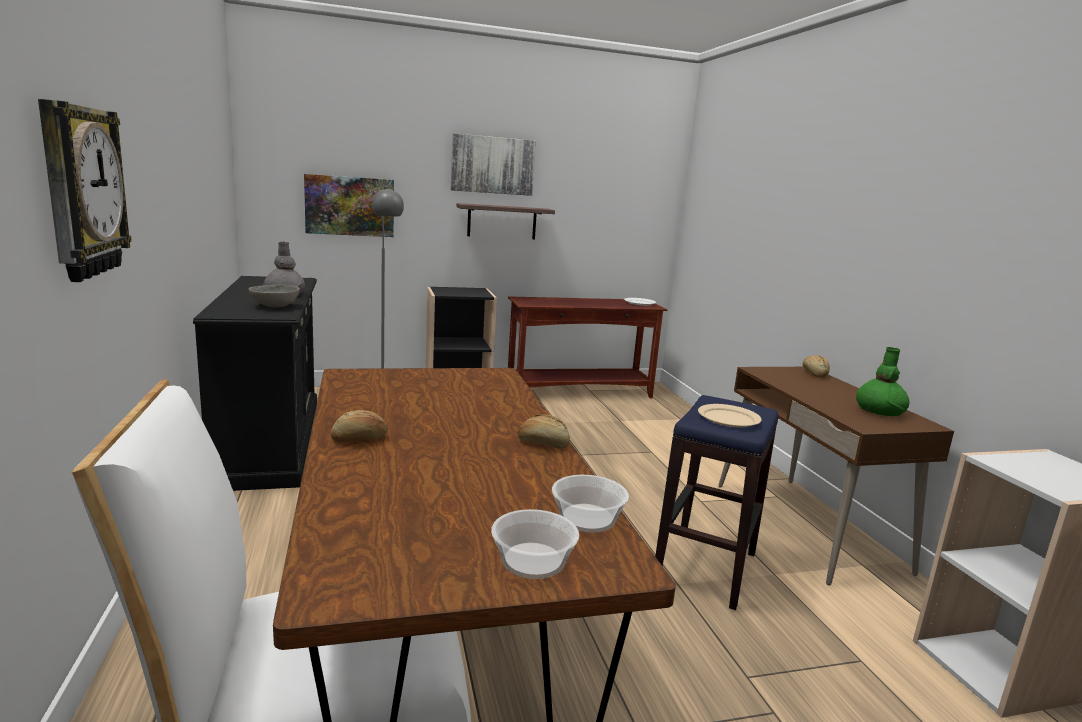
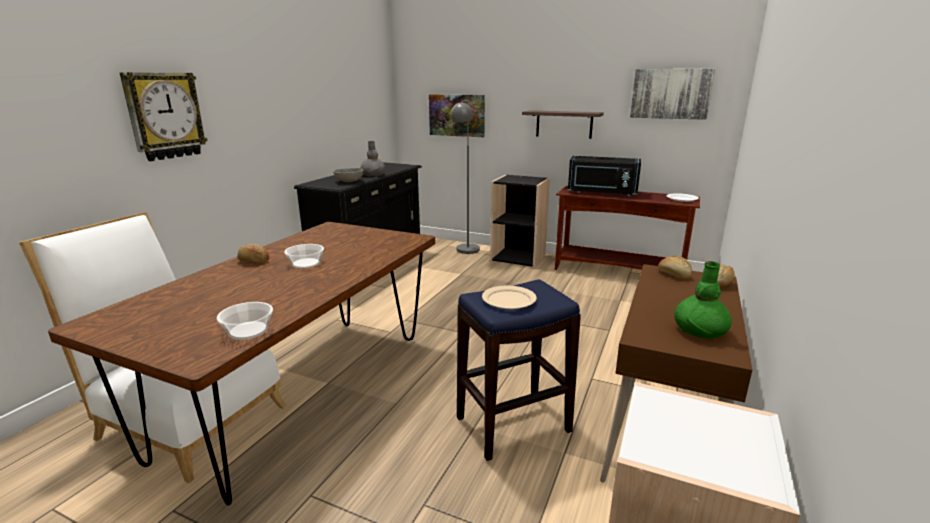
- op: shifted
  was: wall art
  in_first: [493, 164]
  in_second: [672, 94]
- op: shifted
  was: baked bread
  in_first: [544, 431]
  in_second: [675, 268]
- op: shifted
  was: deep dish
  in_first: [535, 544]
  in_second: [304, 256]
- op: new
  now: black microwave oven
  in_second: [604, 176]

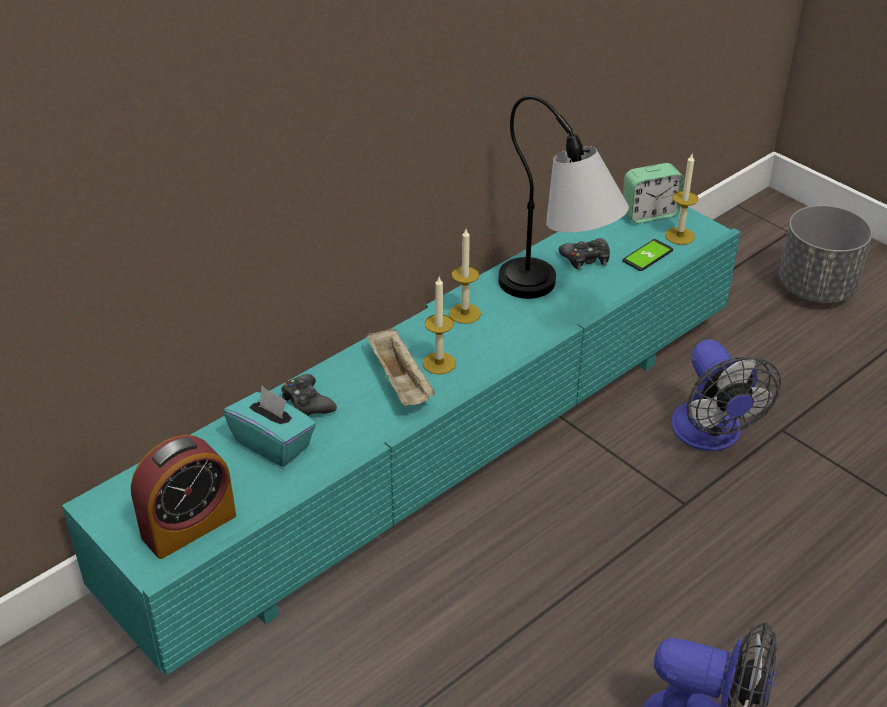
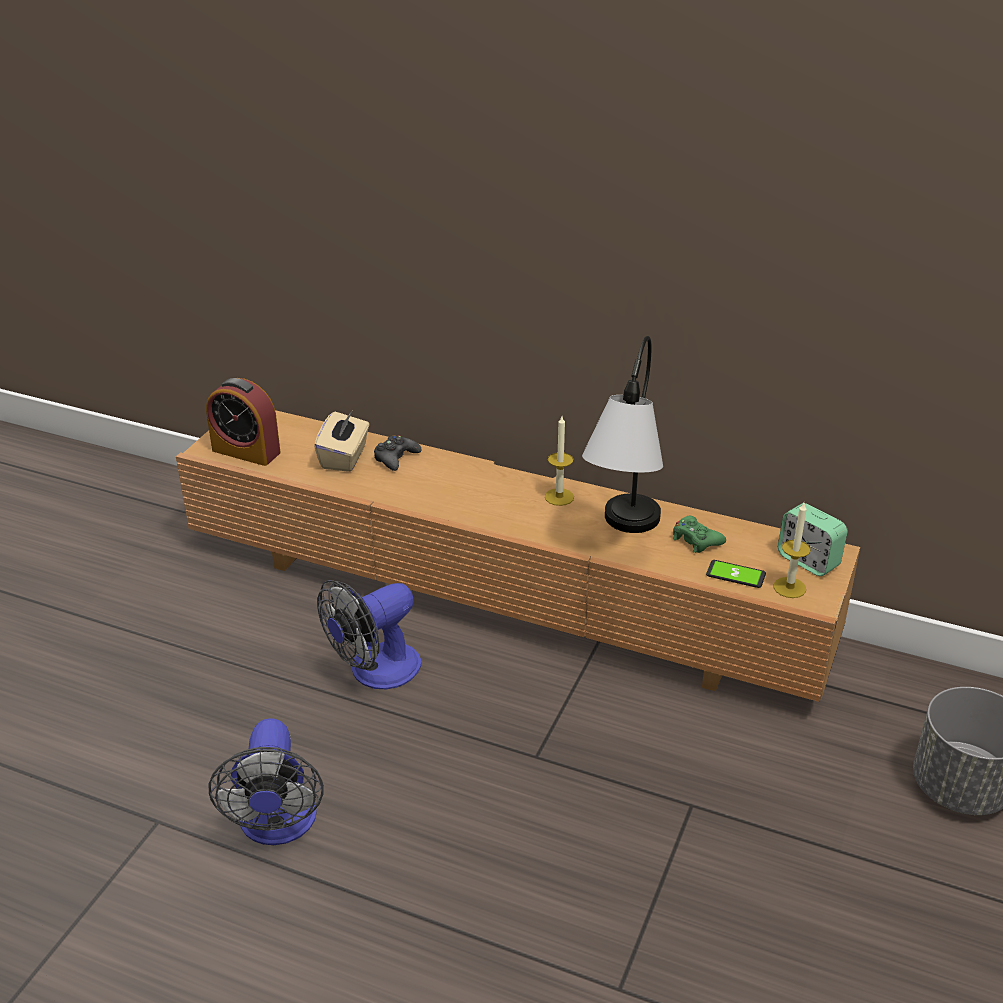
- op: repainted
  was: turquoise tv unit
  now: brown-coloured tv unit
  in_first: [401, 441]
  in_second: [518, 556]
- op: repainted
  was: black gamepad
  now: greenish gamepad
  in_first: [584, 254]
  in_second: [699, 534]
- op: gone
  was: wax candle
  in_first: [439, 325]
- op: gone
  was: sand-coloured tray
  in_first: [401, 367]
- op: shifted
  was: electric fan
  in_first: [726, 395]
  in_second: [369, 634]
- op: repainted
  was: turquoise tissue holder
  now: sand-coloured tissue holder
  in_first: [270, 426]
  in_second: [342, 441]

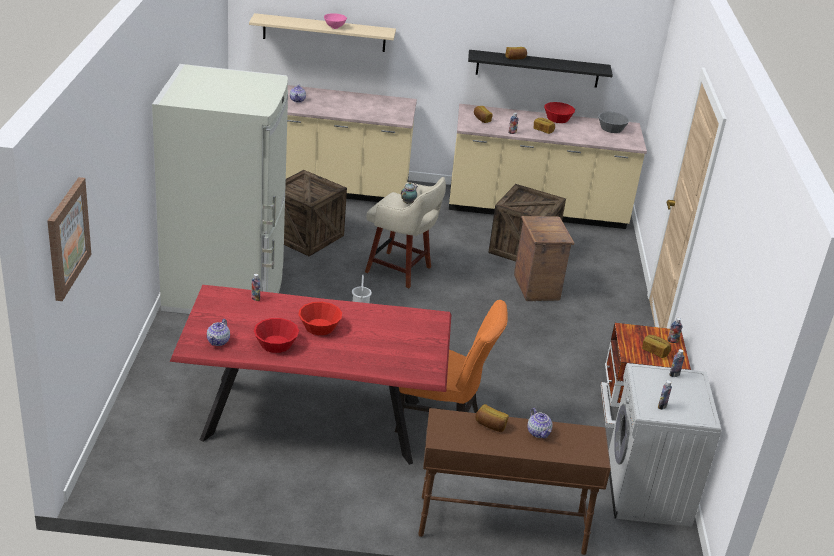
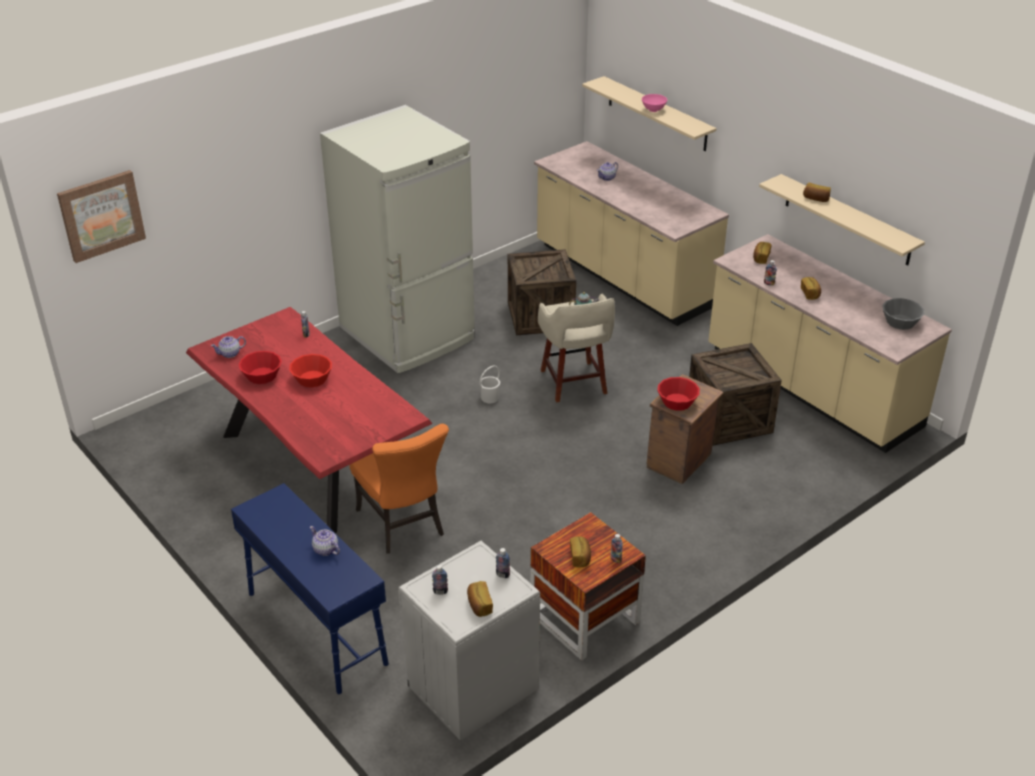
- op: repainted
  was: black bracket shelf
  now: sand-coloured bracket shelf
  in_first: [540, 69]
  in_second: [842, 220]
- op: shifted
  was: red-coloured deep dish
  in_first: [559, 112]
  in_second: [678, 394]
- op: shifted
  was: baked bread
  in_first: [492, 418]
  in_second: [480, 599]
- op: repainted
  was: brown-coloured narrow table
  now: blue narrow table
  in_first: [514, 481]
  in_second: [310, 588]
- op: rotated
  was: teapot
  in_first: [540, 423]
  in_second: [325, 541]
  clockwise: 105

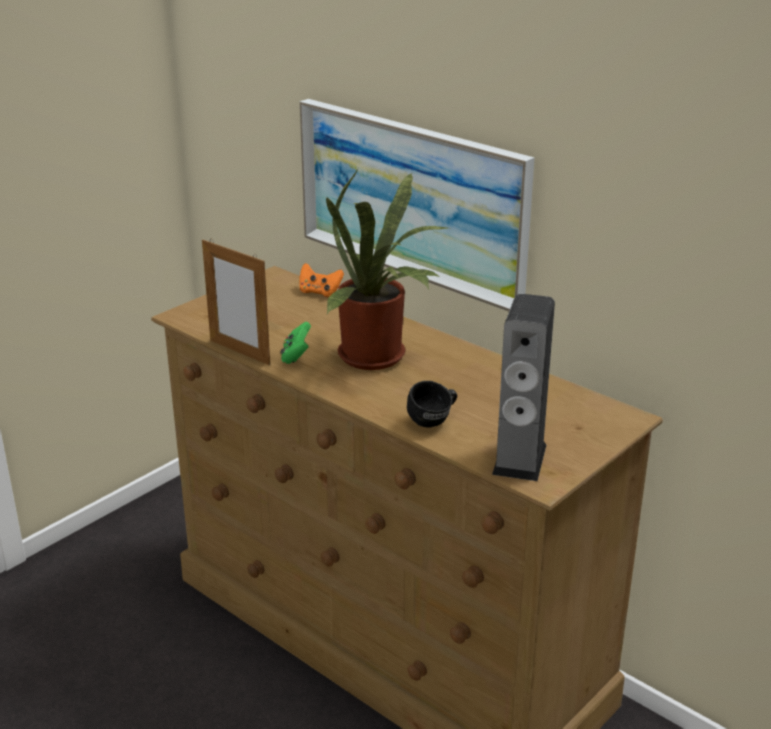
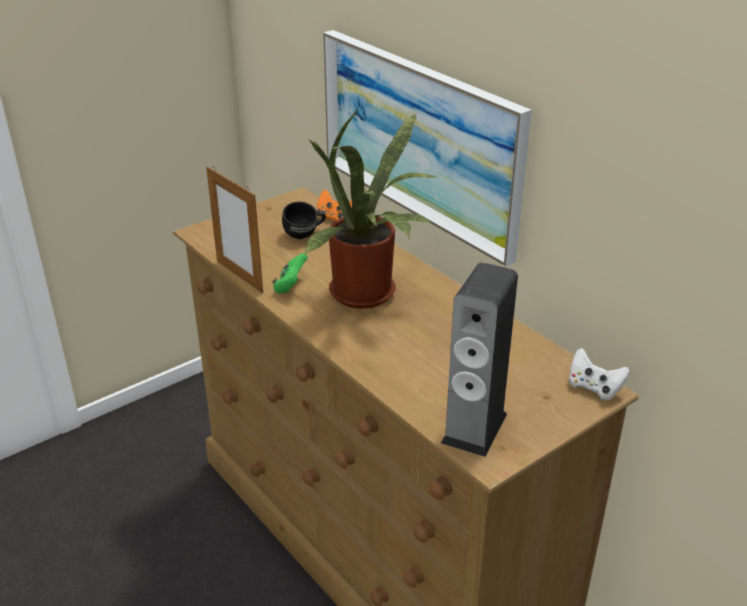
- op: shifted
  was: black mug
  in_first: [432, 404]
  in_second: [304, 220]
- op: new
  now: whitish gamepad
  in_second: [599, 374]

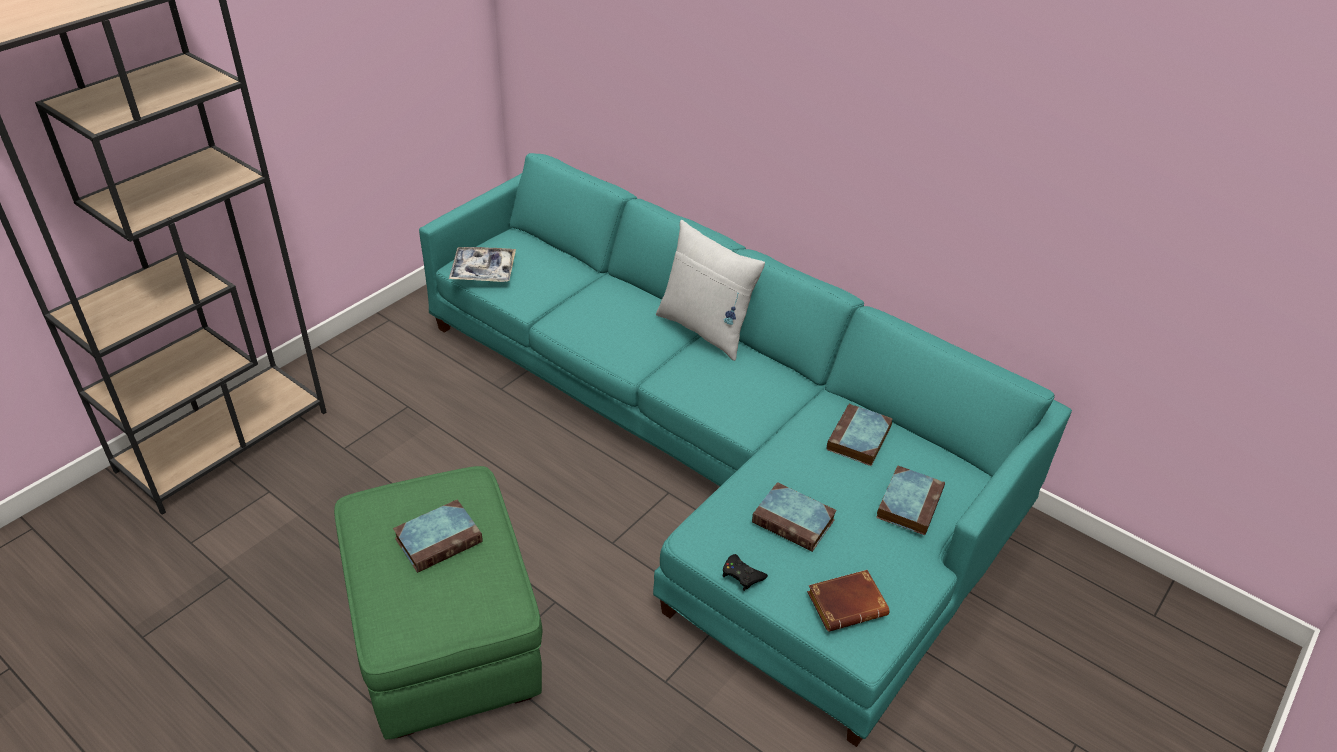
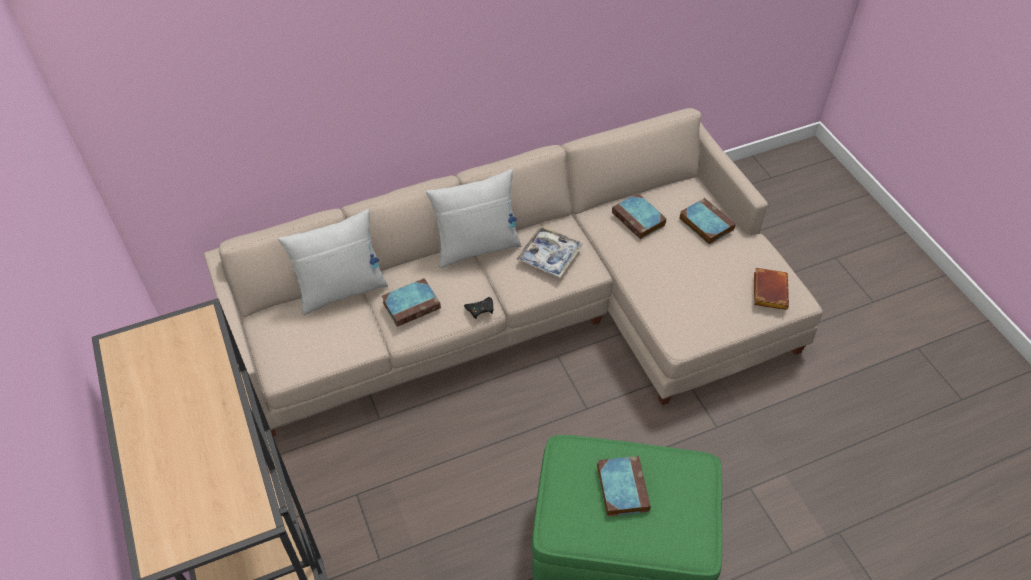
- op: repainted
  was: turquoise couch
  now: sand-coloured couch
  in_first: [745, 450]
  in_second: [513, 272]
- op: shifted
  was: tray
  in_first: [482, 264]
  in_second: [549, 252]
- op: shifted
  was: book
  in_first: [794, 517]
  in_second: [411, 302]
- op: shifted
  was: black gamepad
  in_first: [745, 572]
  in_second: [478, 308]
- op: new
  now: grey cushion
  in_second: [333, 262]

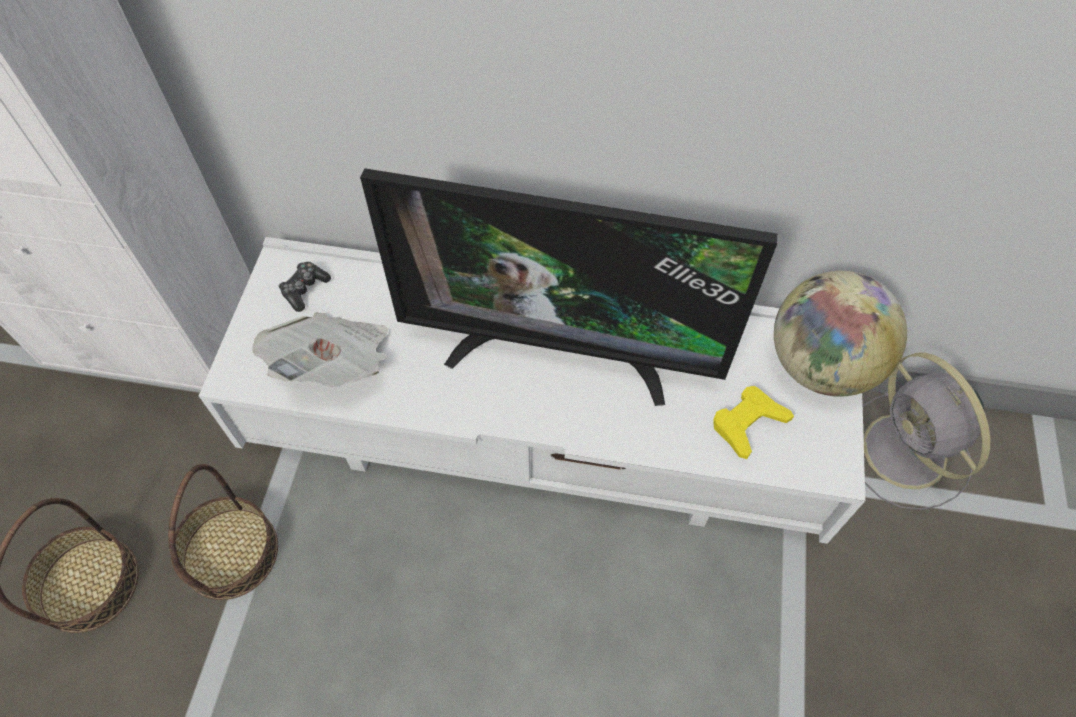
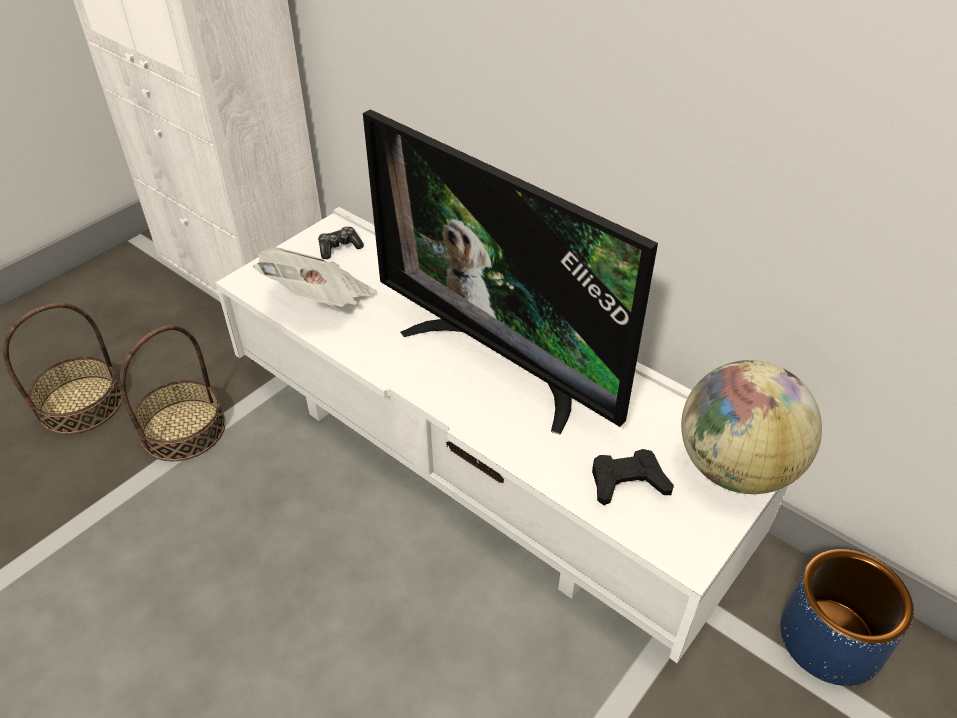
- op: swapped
  was: grey electric fan
  now: blue flower pot
  in_first: [926, 431]
  in_second: [847, 617]
- op: repainted
  was: yellow-coloured gamepad
  now: black gamepad
  in_first: [753, 422]
  in_second: [633, 477]

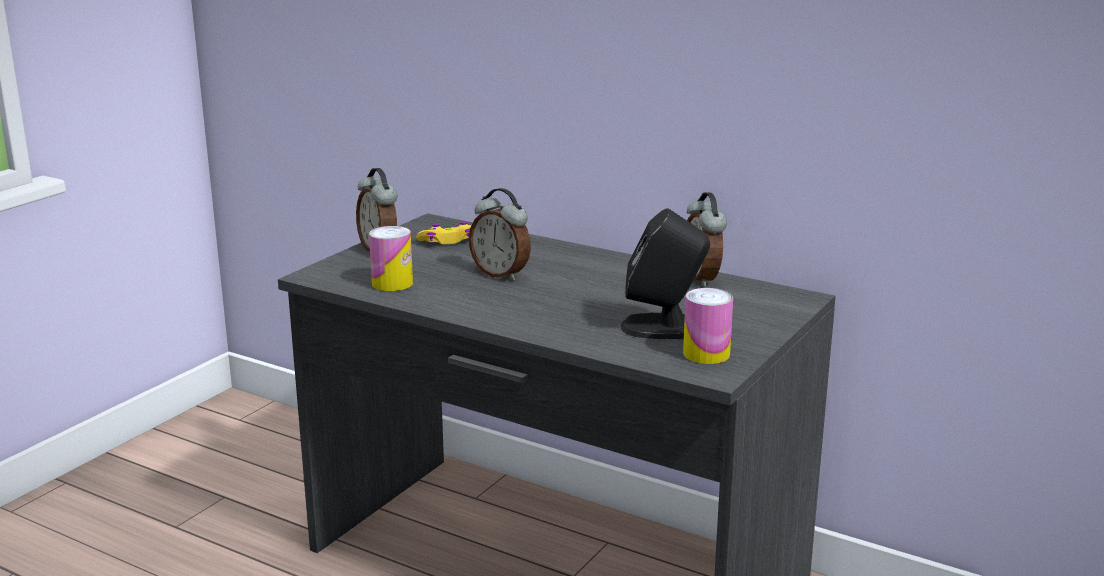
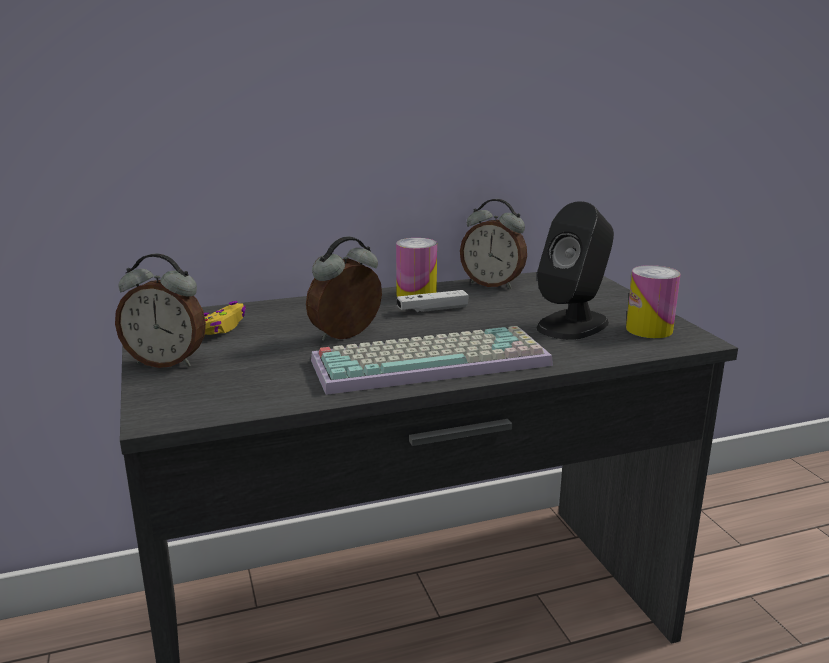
- op: rotated
  was: bedside clock
  in_first: [500, 234]
  in_second: [344, 288]
  clockwise: 150
- op: shifted
  was: sealed can
  in_first: [391, 258]
  in_second: [416, 267]
- op: new
  now: whitish gamepad
  in_second: [433, 301]
- op: new
  now: computer keyboard
  in_second: [432, 360]

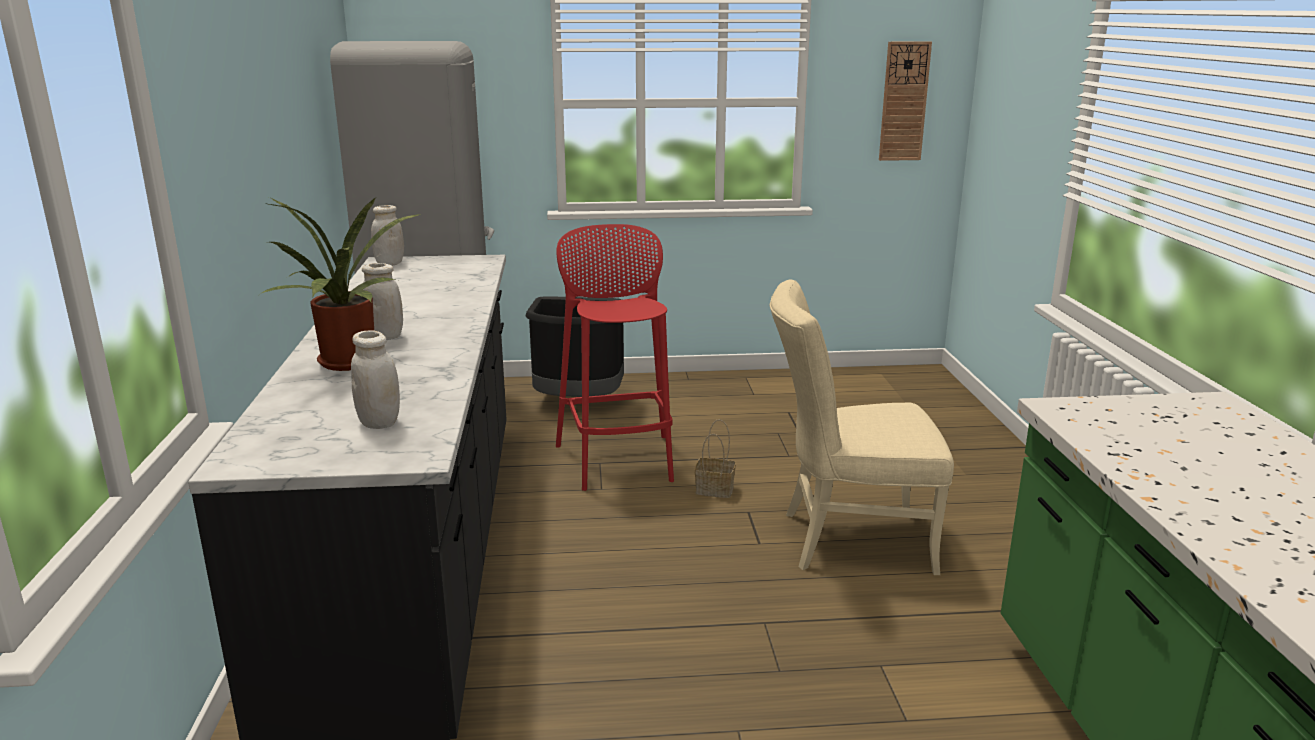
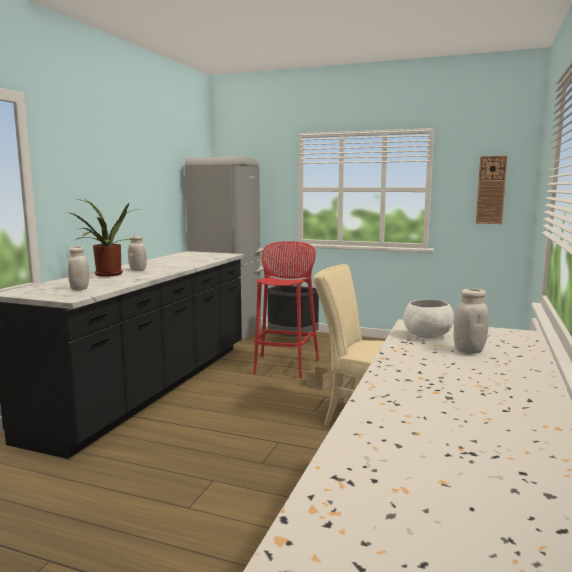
- op: shifted
  was: whitish jar
  in_first: [387, 235]
  in_second: [471, 321]
- op: new
  now: whitish deep dish
  in_second: [429, 318]

